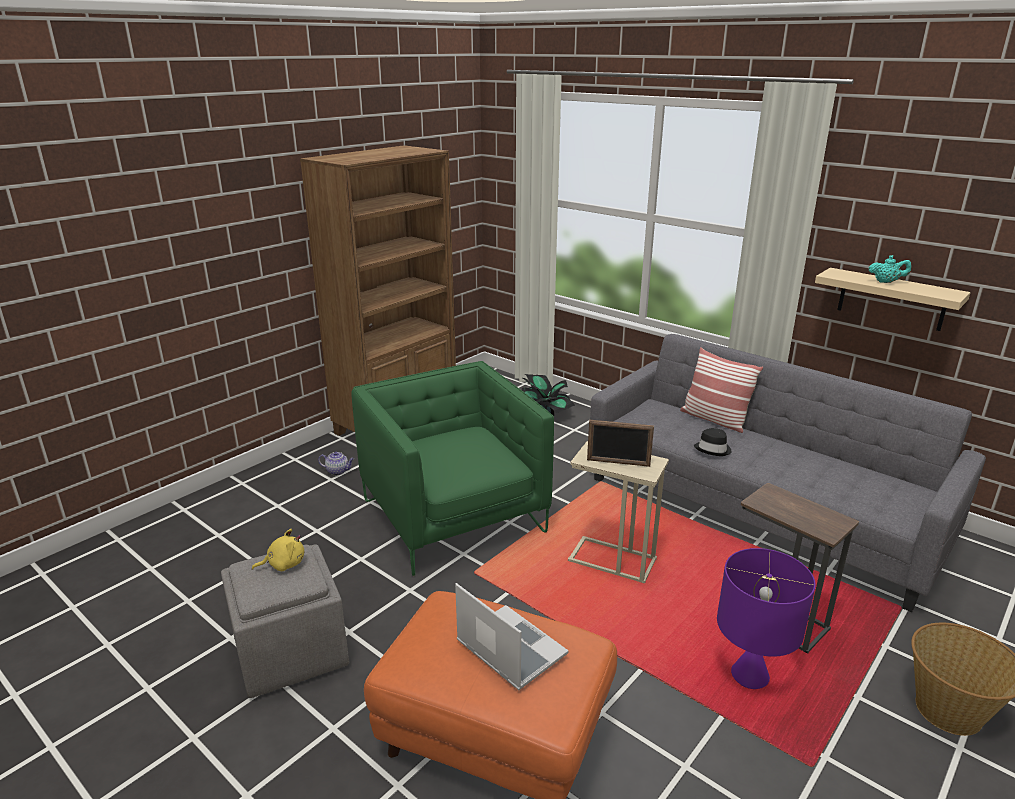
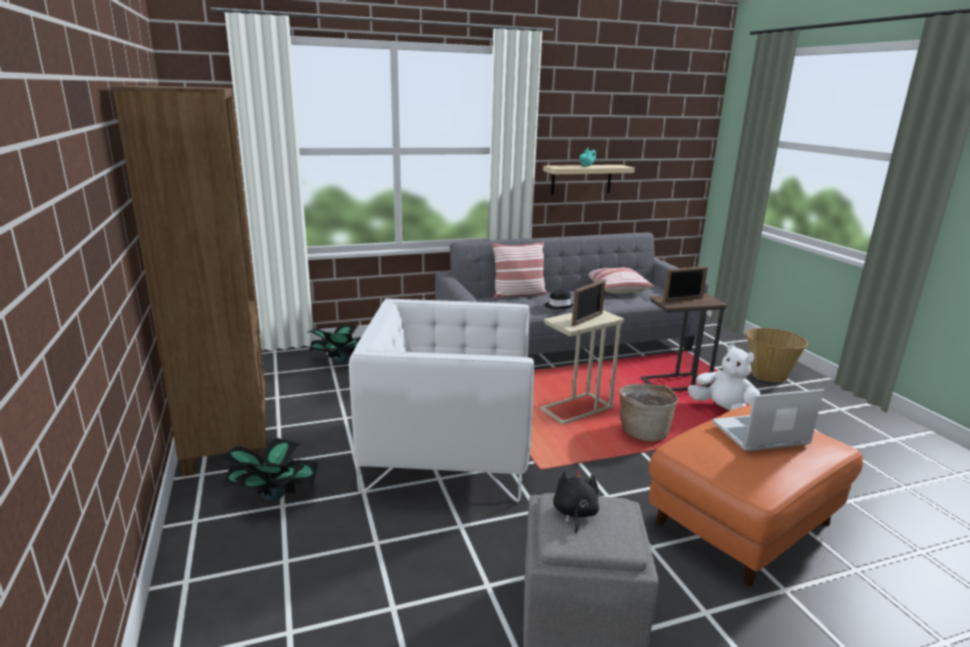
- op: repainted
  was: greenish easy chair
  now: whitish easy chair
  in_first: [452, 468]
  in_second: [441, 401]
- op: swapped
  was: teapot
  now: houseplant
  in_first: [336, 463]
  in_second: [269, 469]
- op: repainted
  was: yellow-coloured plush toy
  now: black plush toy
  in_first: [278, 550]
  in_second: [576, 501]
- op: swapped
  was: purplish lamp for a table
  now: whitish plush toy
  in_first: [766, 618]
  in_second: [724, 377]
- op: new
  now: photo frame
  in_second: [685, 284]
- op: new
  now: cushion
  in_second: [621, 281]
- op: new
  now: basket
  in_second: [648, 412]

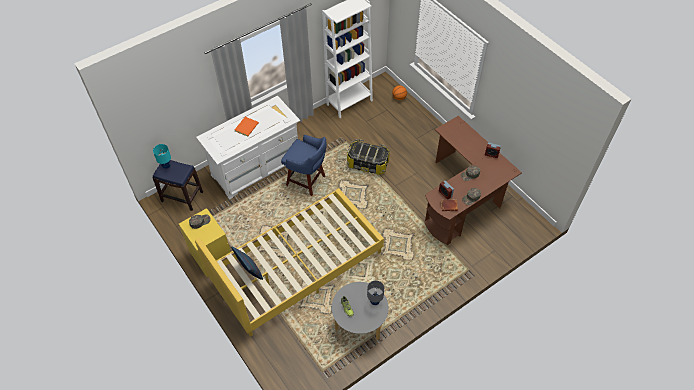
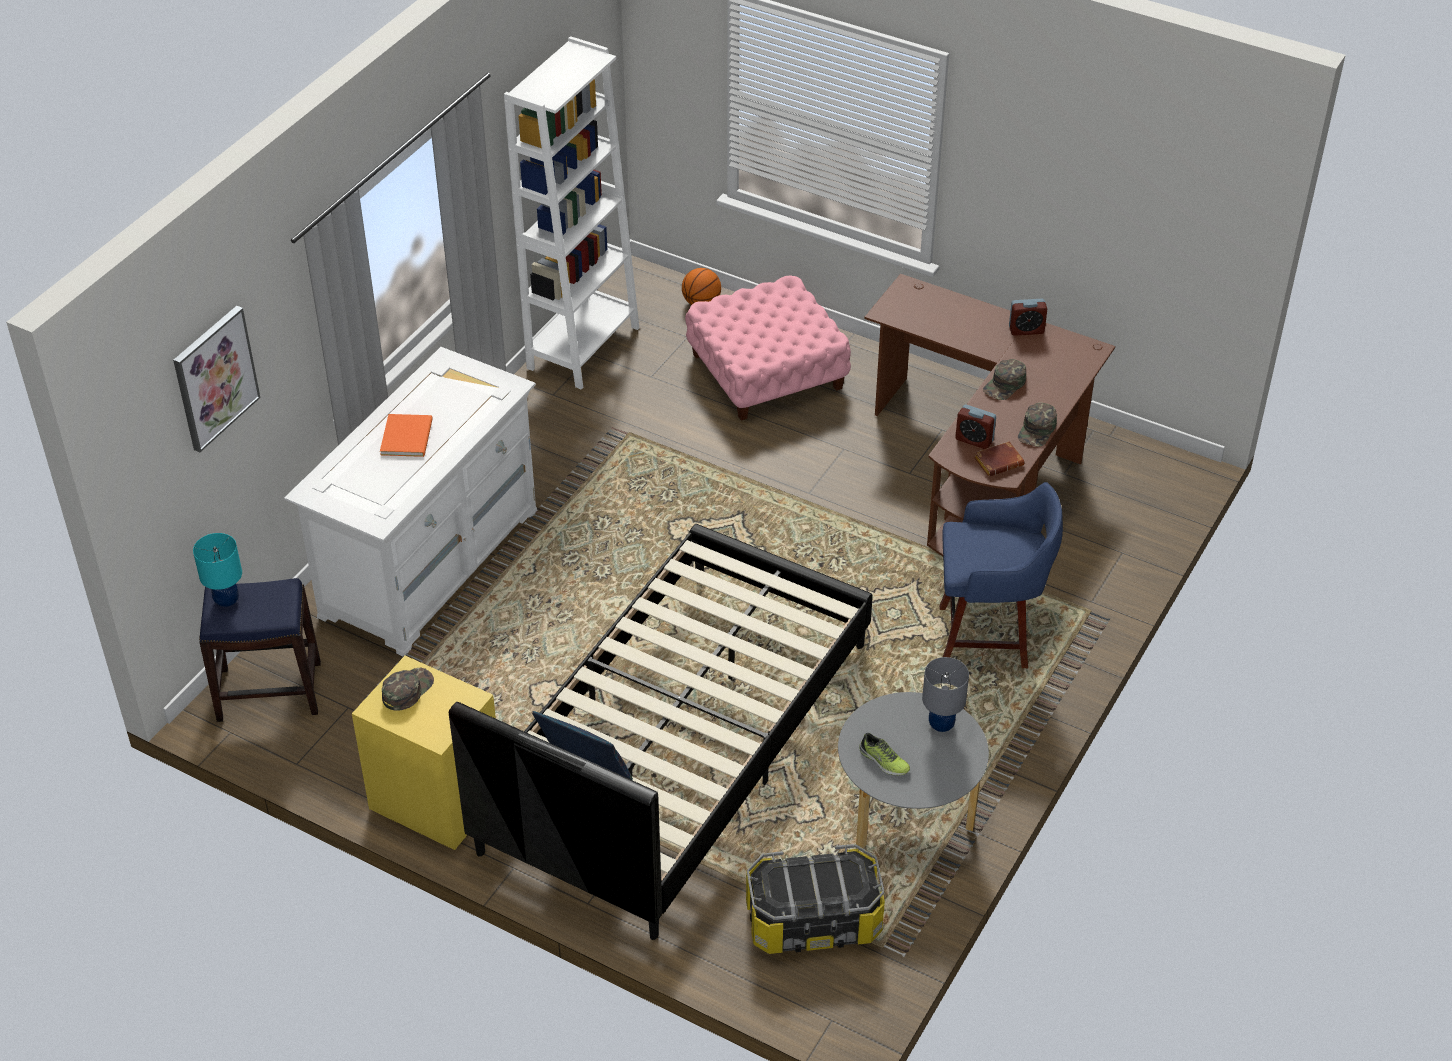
- op: shifted
  was: blue sitting stool
  in_first: [304, 165]
  in_second: [1001, 575]
- op: shifted
  was: storage box
  in_first: [368, 157]
  in_second: [815, 899]
- op: repainted
  was: yellow-coloured sleeping bed
  now: black sleeping bed
  in_first: [289, 262]
  in_second: [661, 732]
- op: new
  now: pink-coloured ottoman
  in_second: [768, 348]
- op: new
  now: wall art
  in_second: [216, 379]

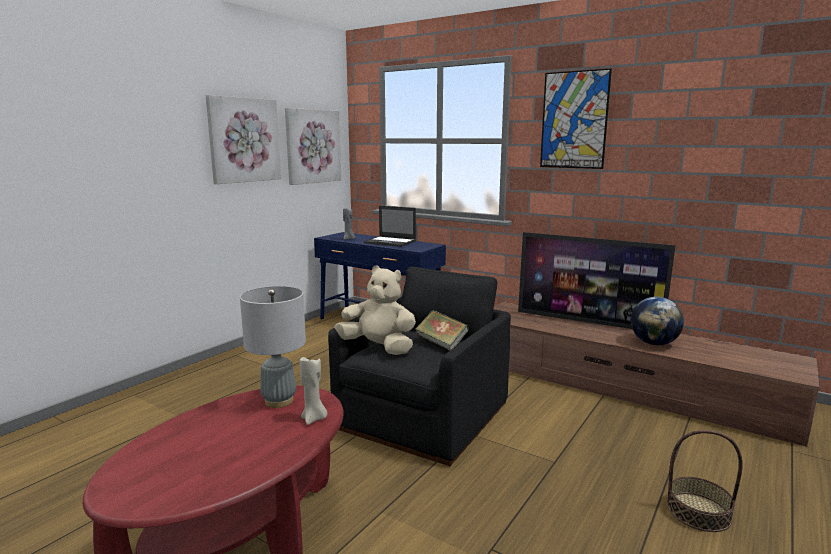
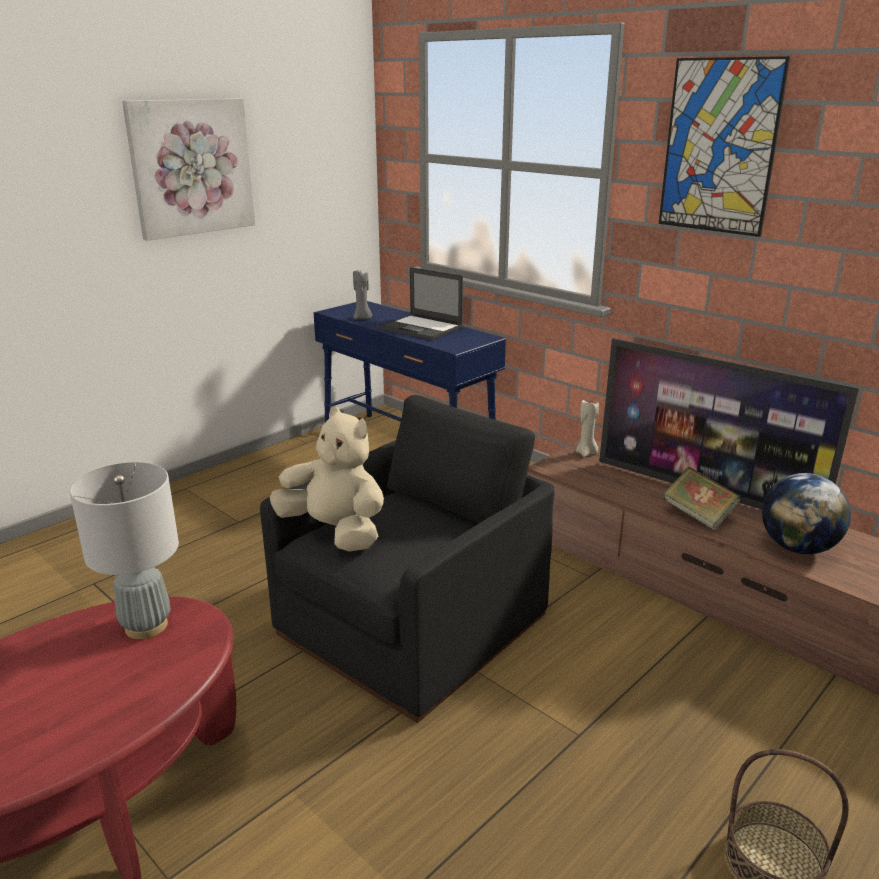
- op: gone
  was: wall art
  in_first: [313, 146]
- op: shifted
  was: book
  in_first: [442, 330]
  in_second: [702, 499]
- op: shifted
  was: sand-coloured wax candle
  in_first: [313, 391]
  in_second: [587, 427]

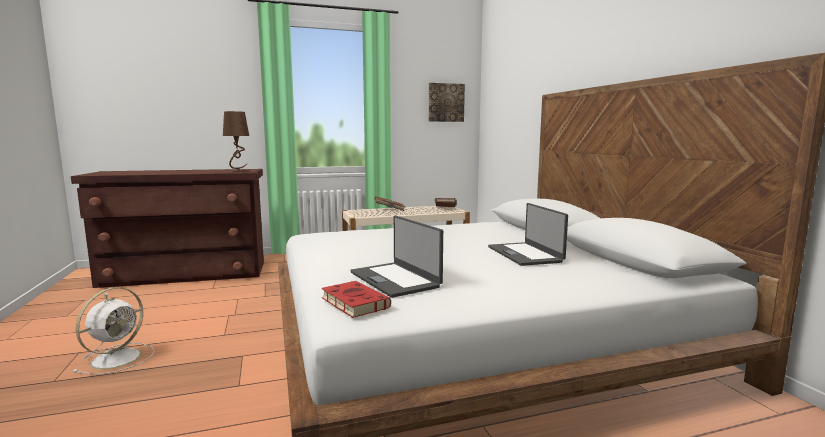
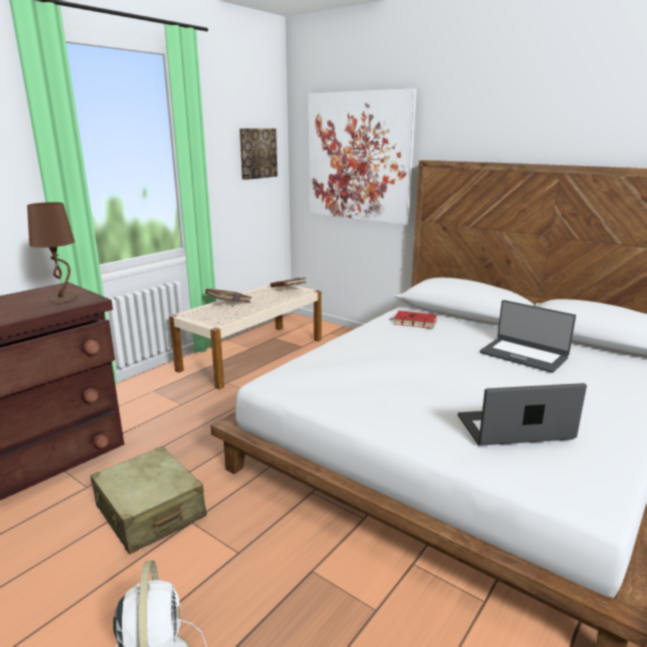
- op: rotated
  was: notebook computer
  in_first: [396, 257]
  in_second: [522, 414]
  clockwise: 150
- op: shifted
  was: red-coloured book
  in_first: [356, 299]
  in_second: [412, 320]
- op: new
  now: wall art
  in_second: [362, 156]
- op: new
  now: sand-coloured travel case
  in_second: [148, 500]

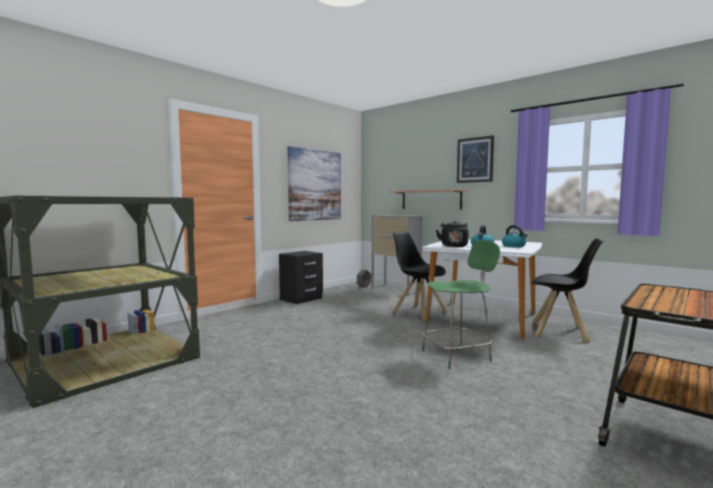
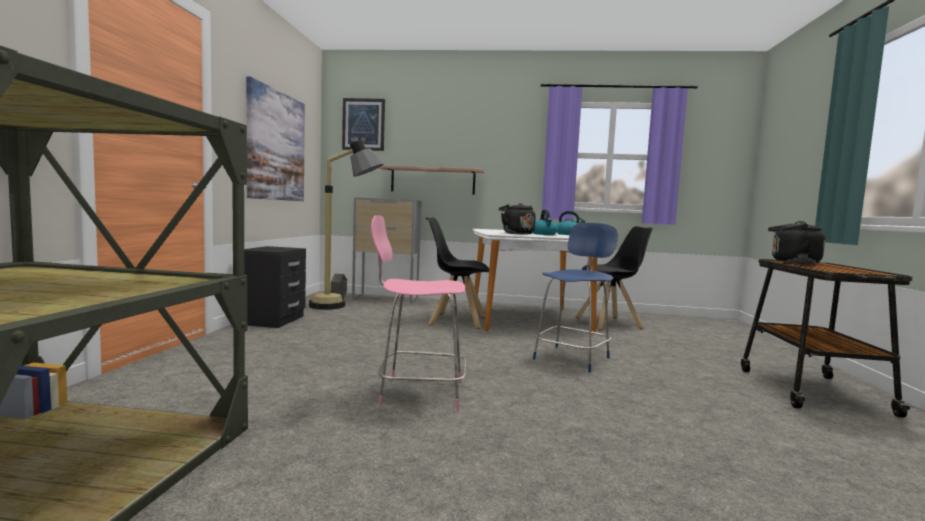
- op: shifted
  was: wall art
  in_first: [475, 159]
  in_second: [363, 124]
- op: repainted
  was: greenish sitting stool
  now: blue sitting stool
  in_first: [461, 304]
  in_second: [575, 297]
- op: new
  now: standard lamp
  in_second: [346, 225]
- op: new
  now: pink-coloured sitting stool
  in_second: [419, 313]
- op: new
  now: black kettle
  in_second: [796, 242]

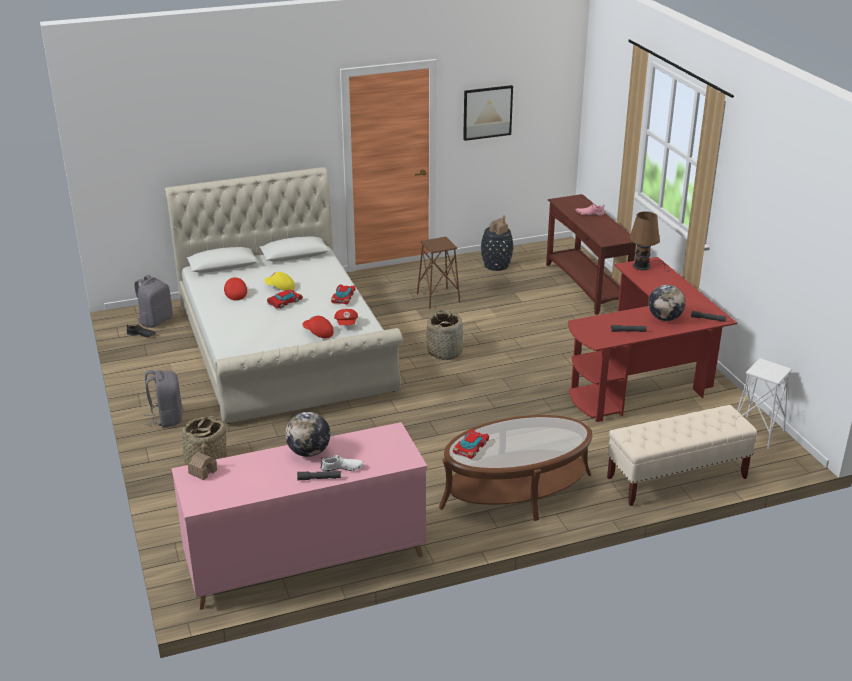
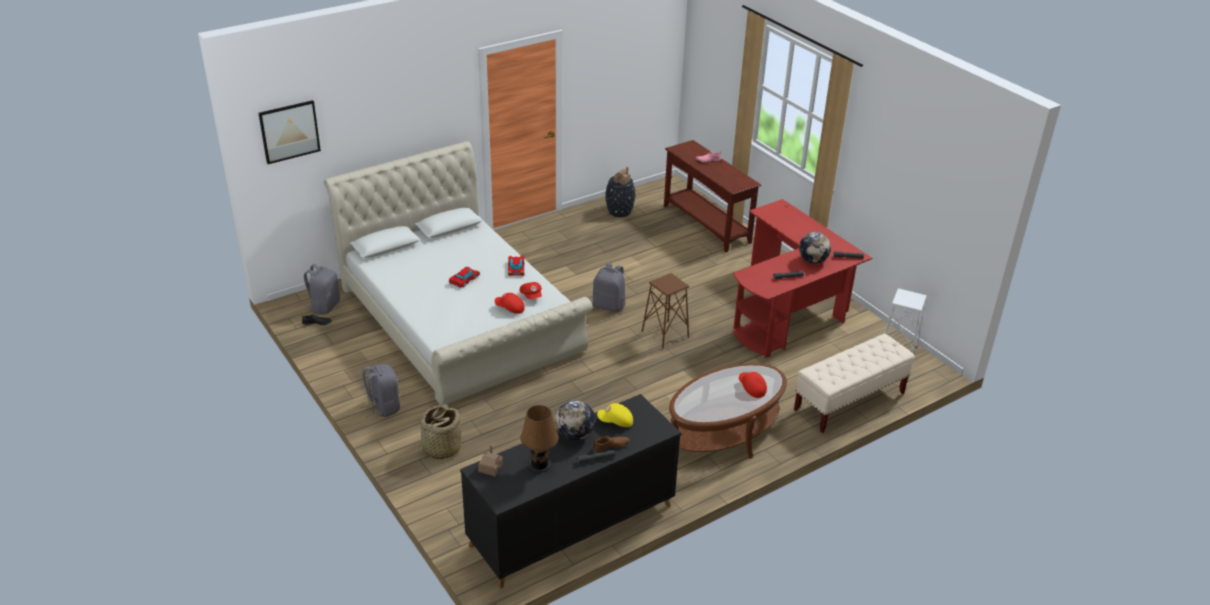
- op: shifted
  was: wall art
  in_first: [488, 113]
  in_second: [289, 132]
- op: shifted
  was: brown-coloured lamp for a table
  in_first: [647, 241]
  in_second: [547, 439]
- op: shifted
  was: brown-coloured sitting stool
  in_first: [438, 273]
  in_second: [665, 311]
- op: shifted
  was: yellow-coloured peaked cap
  in_first: [279, 281]
  in_second: [615, 415]
- op: shifted
  was: red-coloured peaked cap
  in_first: [235, 289]
  in_second: [753, 385]
- op: swapped
  was: basket
  now: grey backpack
  in_first: [444, 335]
  in_second: [608, 288]
- op: repainted
  was: pink-coloured drawer chest
  now: black drawer chest
  in_first: [299, 516]
  in_second: [570, 491]
- op: gone
  was: toy car
  in_first: [471, 444]
- op: repainted
  was: whitish shoe
  now: brown-coloured shoe
  in_first: [342, 463]
  in_second: [611, 444]

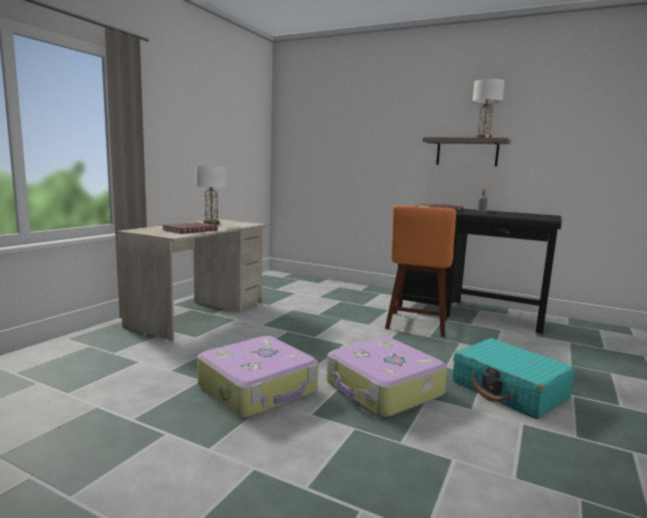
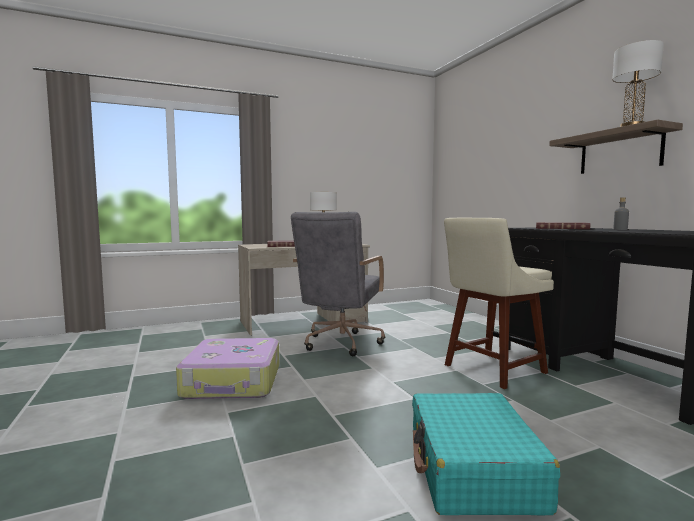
- op: repainted
  was: orange sitting stool
  now: sand-coloured sitting stool
  in_first: [420, 271]
  in_second: [499, 303]
- op: gone
  was: travel case
  in_first: [387, 377]
- op: new
  now: grey desk chair
  in_second: [338, 284]

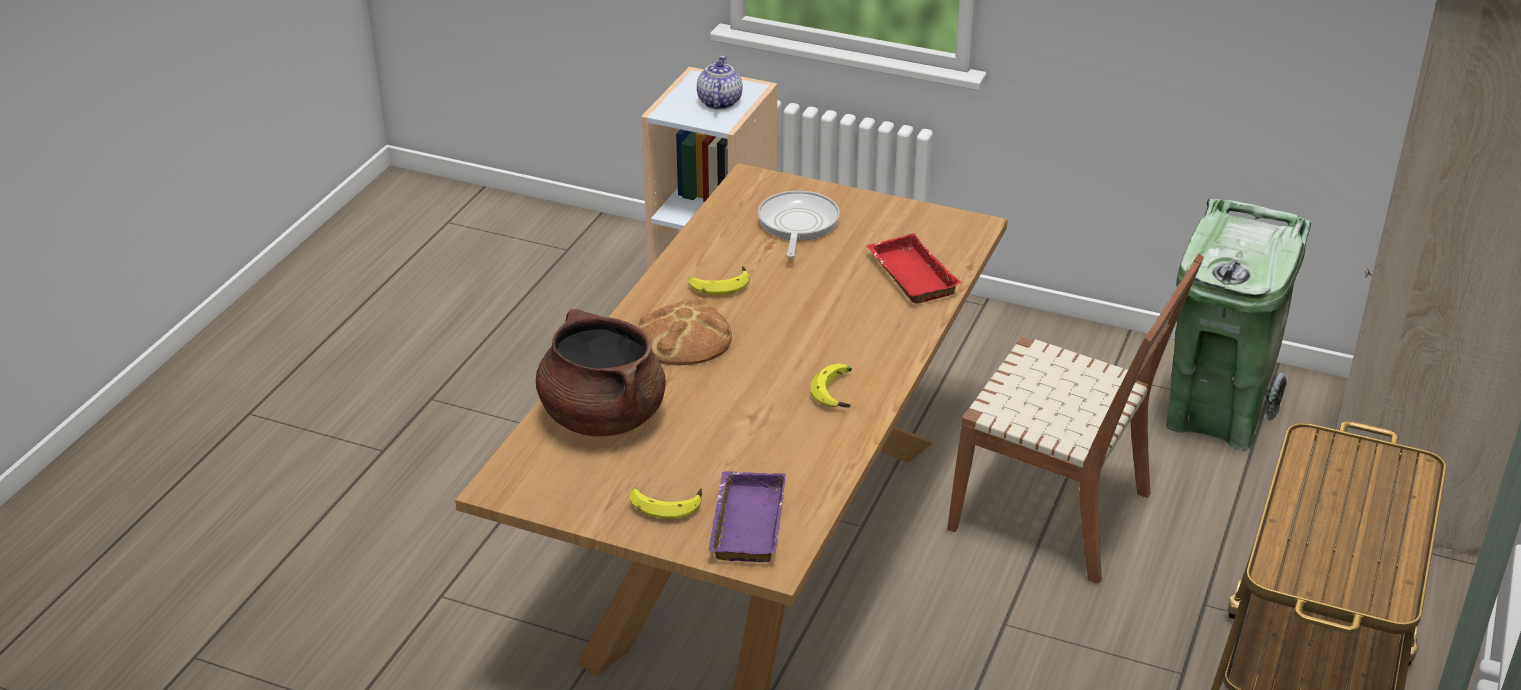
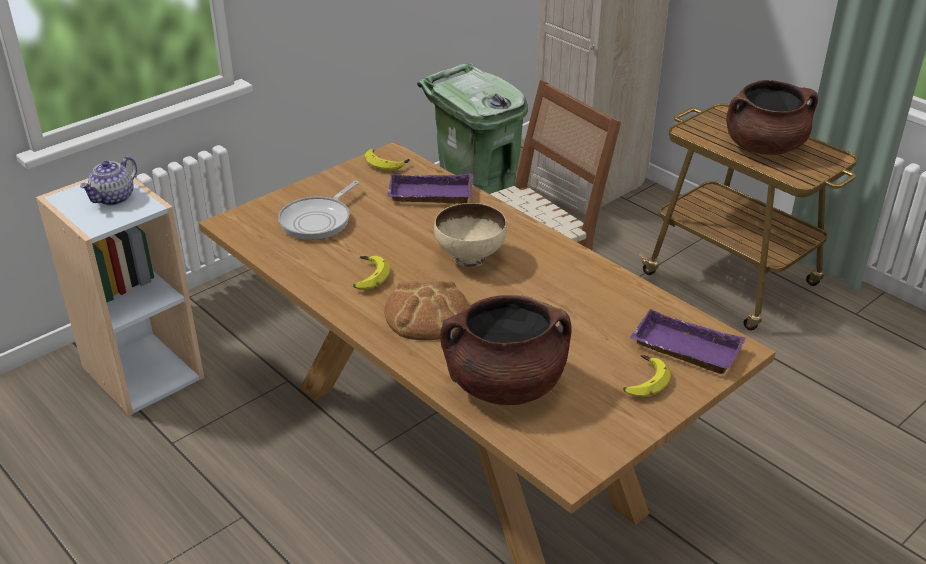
- op: rotated
  was: teapot
  in_first: [720, 83]
  in_second: [108, 180]
  clockwise: -90
- op: rotated
  was: skillet
  in_first: [799, 224]
  in_second: [318, 210]
  clockwise: -90
- op: repainted
  was: red-coloured tray
  now: purplish tray
  in_first: [914, 268]
  in_second: [430, 188]
- op: shifted
  was: banana fruit
  in_first: [831, 386]
  in_second: [387, 160]
- op: new
  now: brown-coloured cooking pot
  in_second: [772, 117]
- op: new
  now: sand-coloured deep dish
  in_second: [470, 235]

